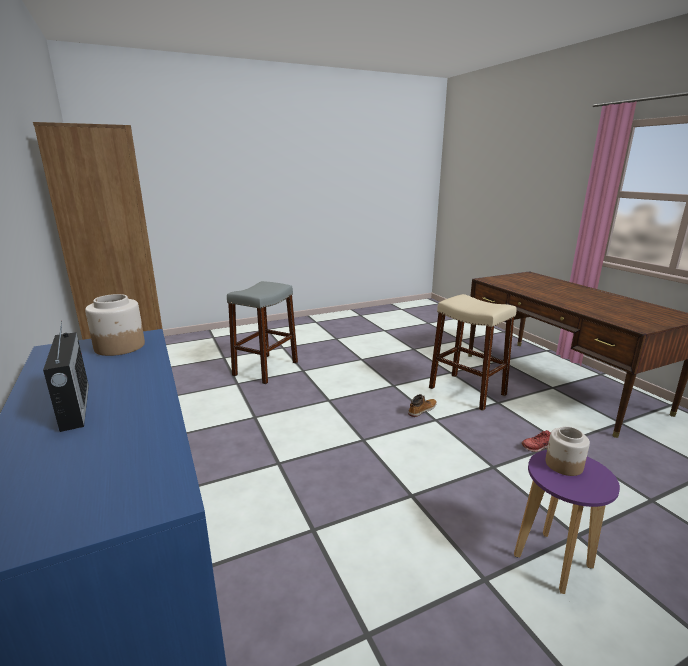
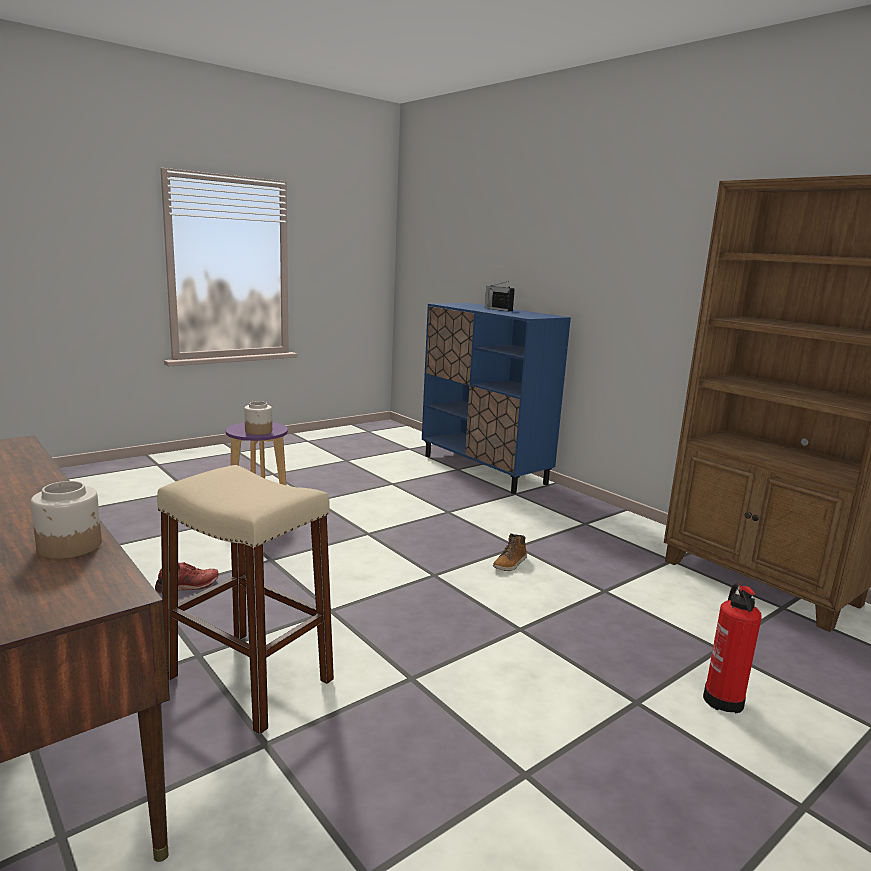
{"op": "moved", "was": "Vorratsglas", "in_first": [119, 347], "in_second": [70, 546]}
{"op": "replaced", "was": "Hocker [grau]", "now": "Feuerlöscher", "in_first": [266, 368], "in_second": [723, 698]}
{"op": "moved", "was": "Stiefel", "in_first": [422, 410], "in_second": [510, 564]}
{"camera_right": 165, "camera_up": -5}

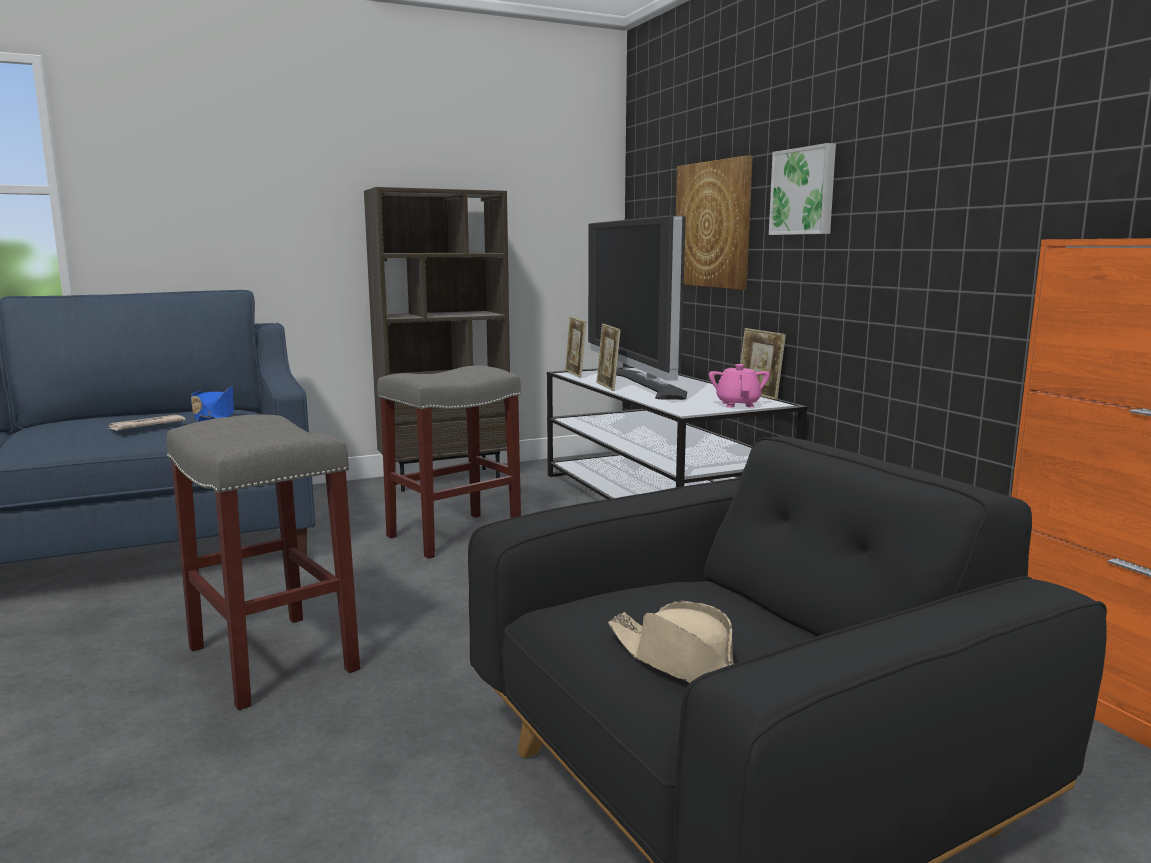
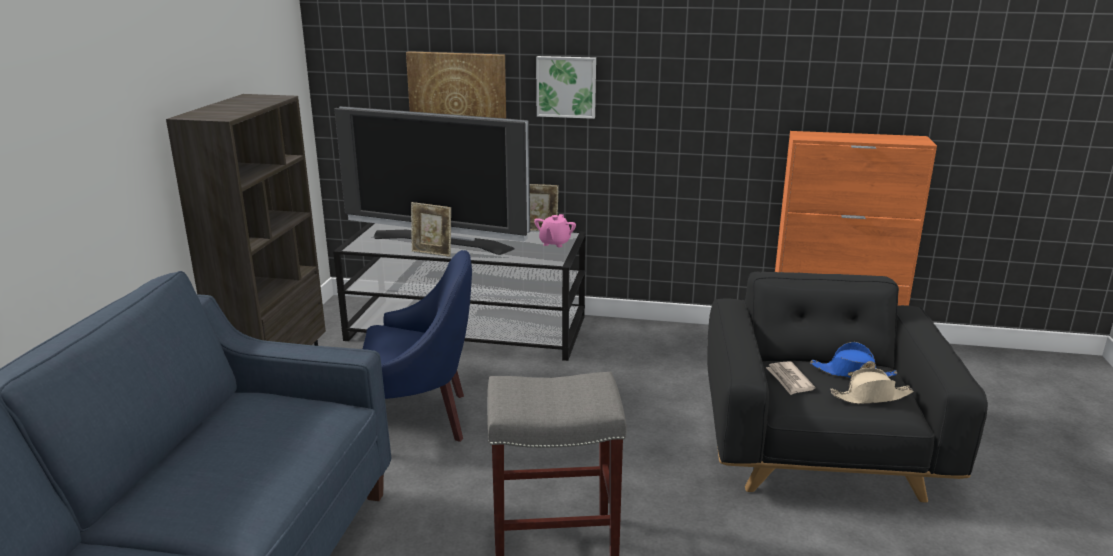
{"op": "moved", "was": "Zeitung", "in_first": [146, 426], "in_second": [789, 380]}
{"op": "moved", "was": "Hut [blau]", "in_first": [214, 417], "in_second": [851, 373]}
{"op": "replaced", "was": "Hocker [grau]", "now": "Sessel [blau]", "in_first": [453, 536], "in_second": [418, 419]}
{"op": "removed", "was": "Bilderrahmen", "in_first": [575, 374]}
{"op": "turned", "was": "Teekanne [rosa]", "in_first": [738, 404], "in_second": [554, 243], "clockwise": -105}
{"camera_right": -55, "camera_up": 10}

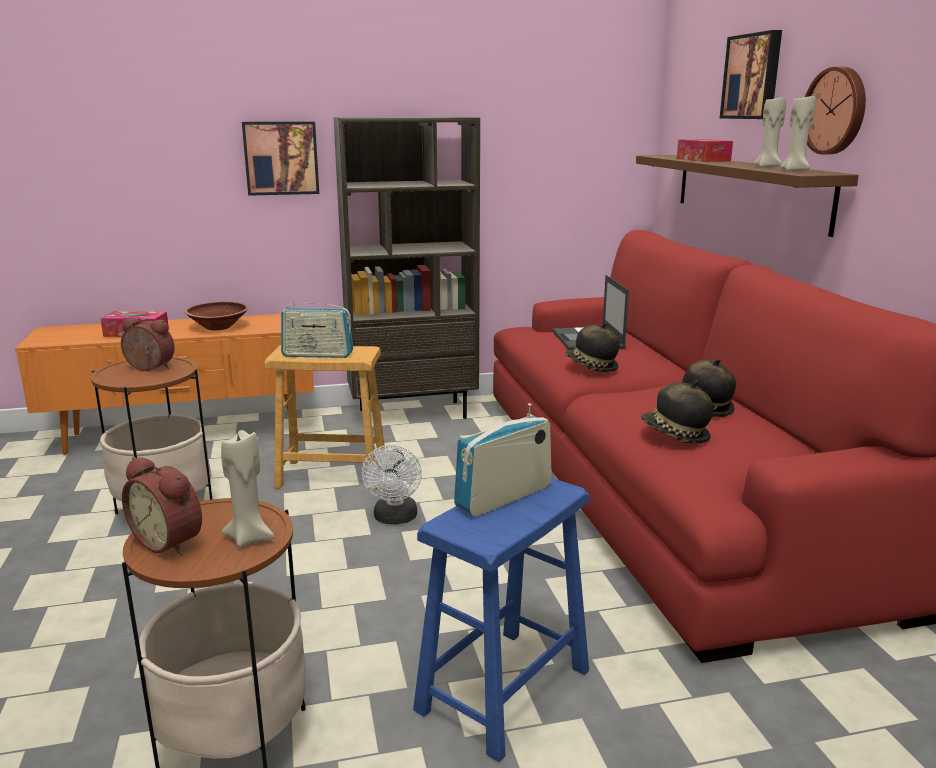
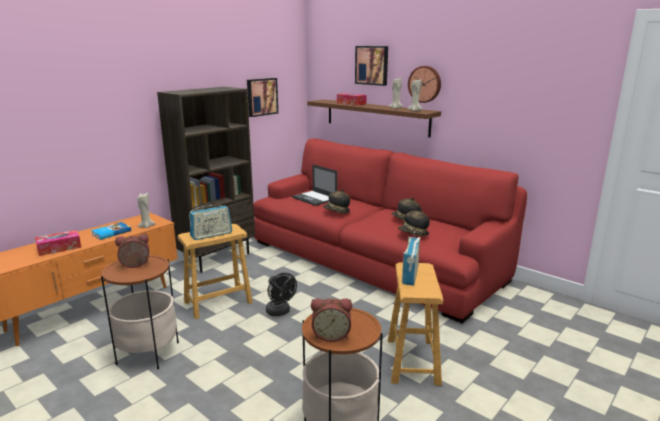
{"op": "replaced", "was": "Schüssel [braun]", "now": "Buch", "in_first": [218, 327], "in_second": [111, 232]}
{"op": "moved", "was": "Kerze [beige]", "in_first": [249, 537], "in_second": [146, 226]}
{"op": "moved", "was": "Bild", "in_first": [281, 158], "in_second": [261, 97]}
{"op": "recoloured", "was": "Ventilator [weiß]", "now": "Ventilator [schwarz]", "in_first": [395, 519], "in_second": [280, 312]}
{"op": "recoloured", "was": "Hocker [blau]", "now": "Hocker [braun]", "in_first": [504, 690], "in_second": [413, 361]}
{"camera_right": -35, "camera_up": 0}

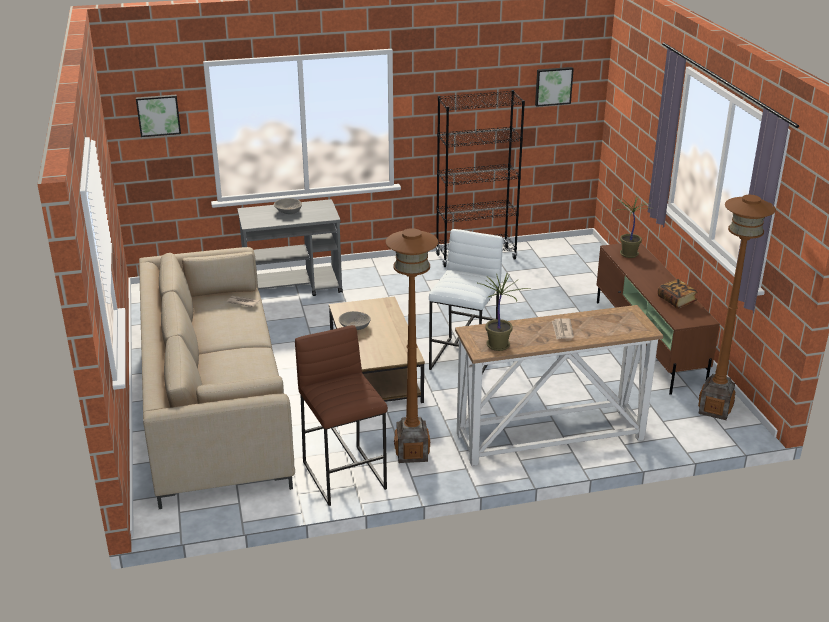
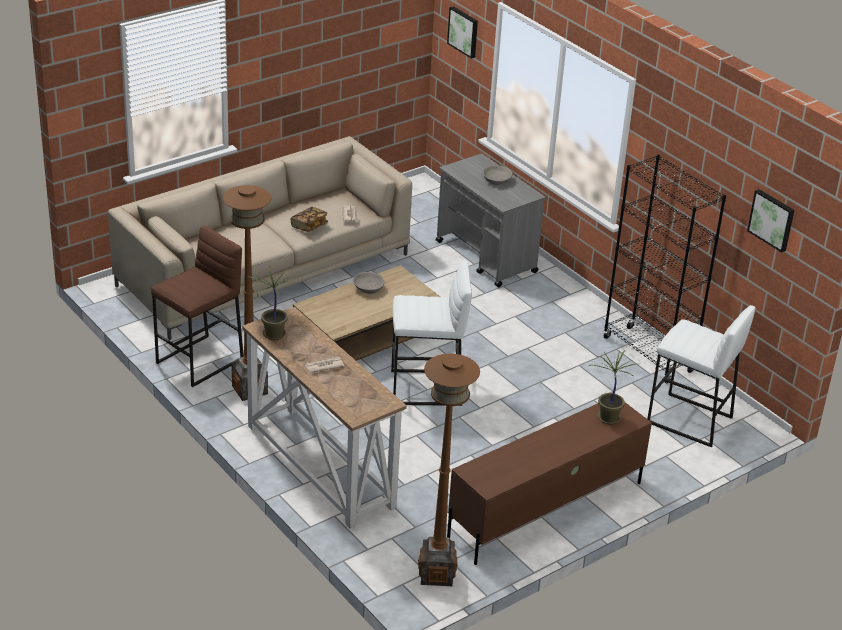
{"op": "moved", "was": "Buch", "in_first": [676, 301], "in_second": [309, 226]}
{"op": "added", "now": "Hocker [weiß]", "in_second": [689, 420]}
{"camera_right": 65, "camera_up": 5}

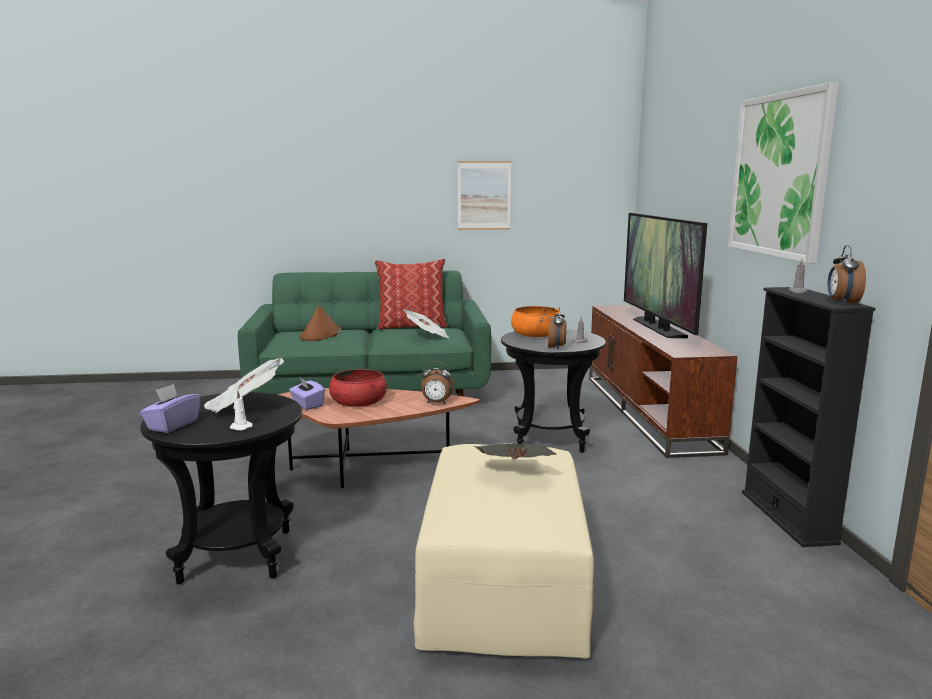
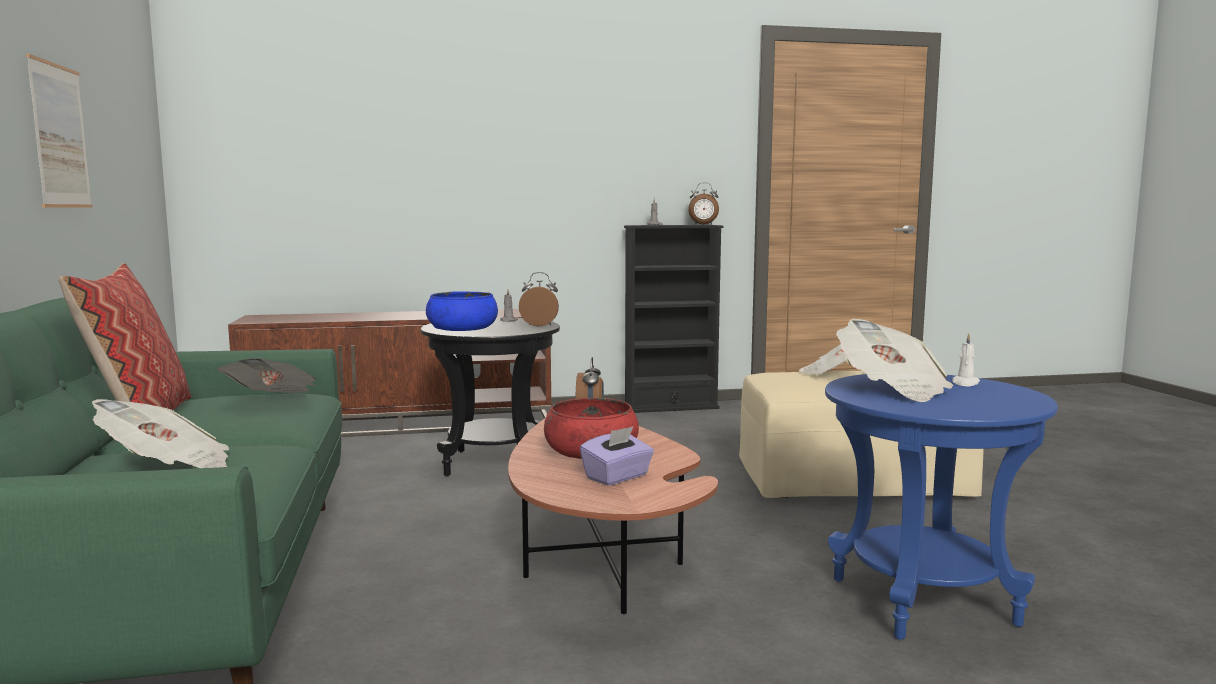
{"op": "removed", "was": "Taschentuchbox [lila]", "in_first": [172, 425]}
{"op": "recoloured", "was": "Beistelltisch [schwarz]", "now": "Beistelltisch [blau]", "in_first": [236, 556], "in_second": [923, 602]}
{"op": "replaced", "was": "Hut [braun]", "now": "Zeitung", "in_first": [320, 335], "in_second": [169, 468]}
{"op": "recoloured", "was": "Schüssel [orange]", "now": "Schüssel [blau]", "in_first": [536, 334], "in_second": [462, 328]}
{"op": "removed", "was": "Fernseher", "in_first": [658, 328]}
{"op": "removed", "was": "Bild", "in_first": [779, 175]}
{"camera_right": -95, "camera_up": -5}

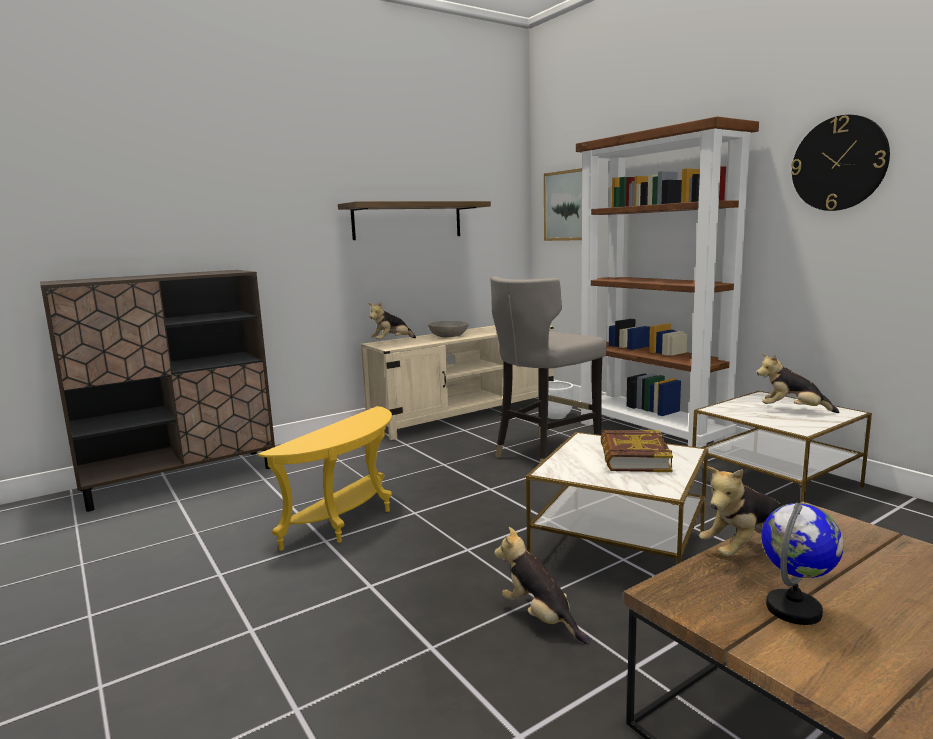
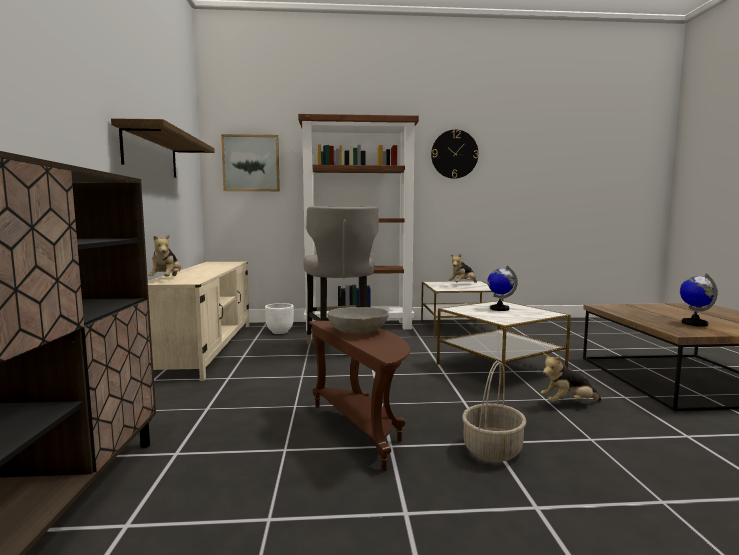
{"op": "recoloured", "was": "Beistelltisch [gelb]", "now": "Beistelltisch [braun]", "in_first": [348, 521], "in_second": [362, 429]}
{"op": "moved", "was": "Schüssel [grau]", "in_first": [449, 336], "in_second": [358, 331]}
{"op": "replaced", "was": "Buch", "now": "Globus", "in_first": [633, 457], "in_second": [499, 309]}
{"op": "removed", "was": "Plüschtier", "in_first": [749, 552]}
{"op": "added", "now": "Korb", "in_second": [492, 449]}
{"camera_right": -60, "camera_up": -5}

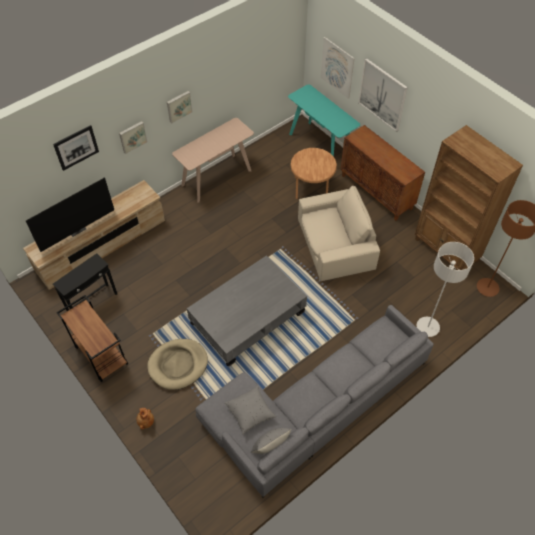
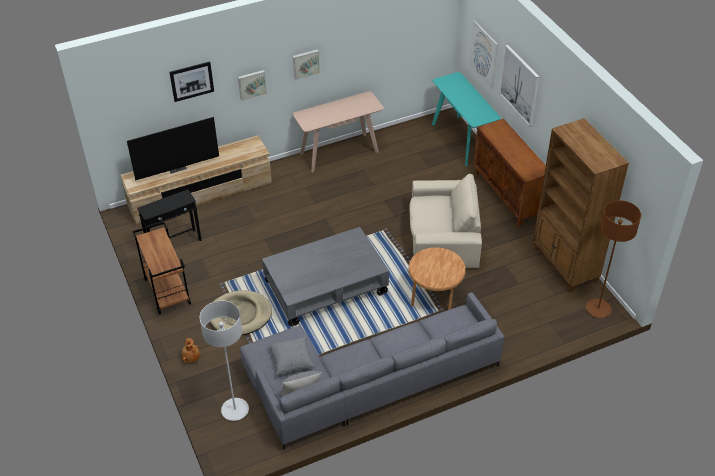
{"op": "moved", "was": "Beistelltisch [braun]", "in_first": [311, 188], "in_second": [435, 297]}
{"op": "moved", "was": "Stehlampe [grau]", "in_first": [427, 327], "in_second": [235, 410]}
{"camera_right": 15, "camera_up": -10}

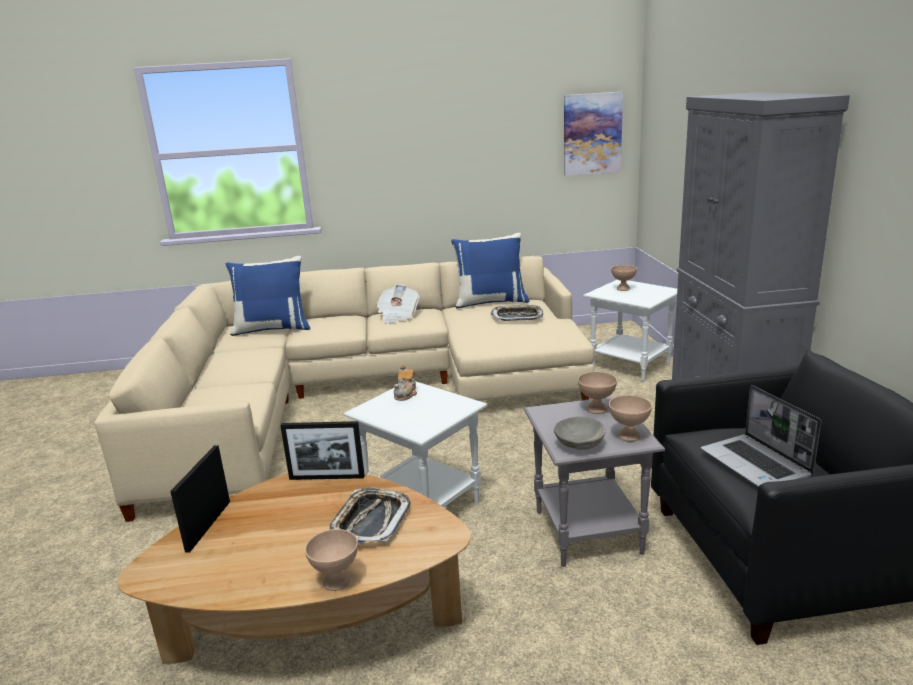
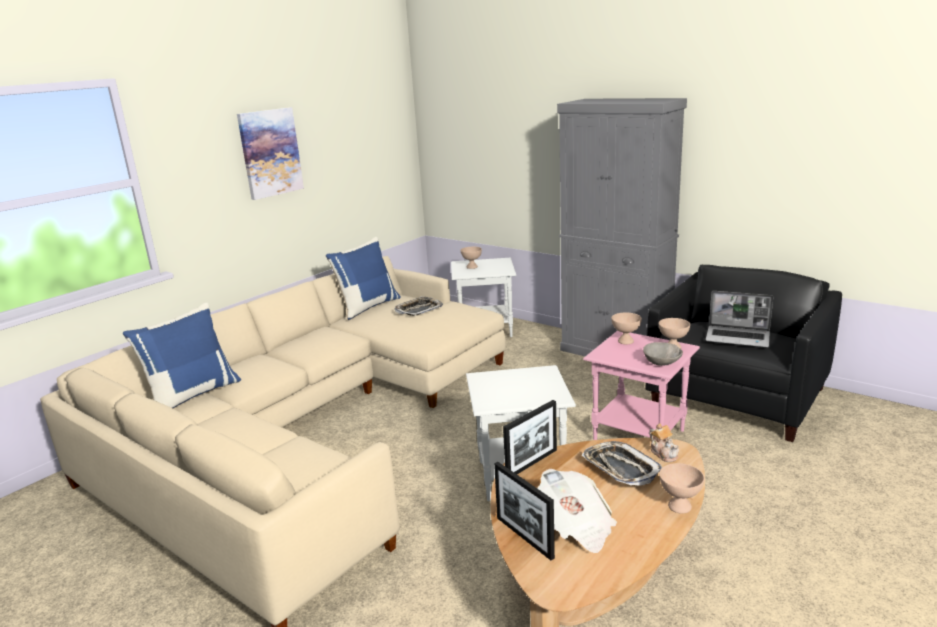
{"op": "moved", "was": "Zeitung", "in_first": [398, 316], "in_second": [575, 527]}
{"op": "moved", "was": "Teekanne", "in_first": [406, 394], "in_second": [664, 453]}
{"op": "recoloured", "was": "Beistelltisch [grau]", "now": "Beistelltisch [rosa]", "in_first": [588, 533], "in_second": [640, 436]}
{"op": "moved", "was": "Bild", "in_first": [592, 134], "in_second": [270, 153]}
{"camera_right": -45, "camera_up": 0}

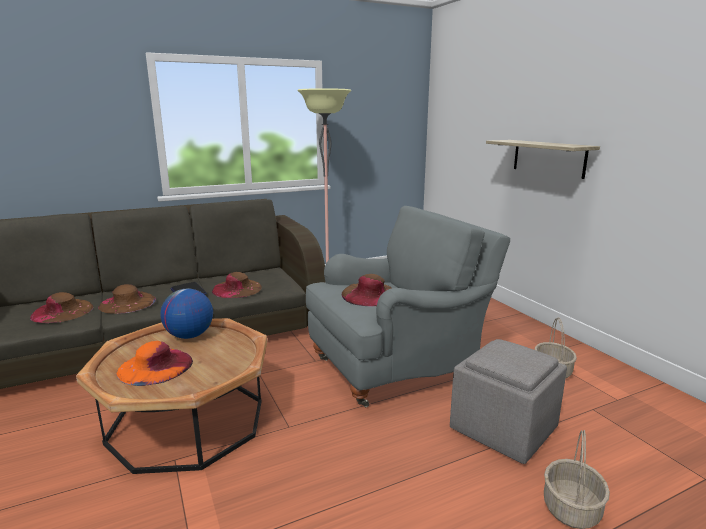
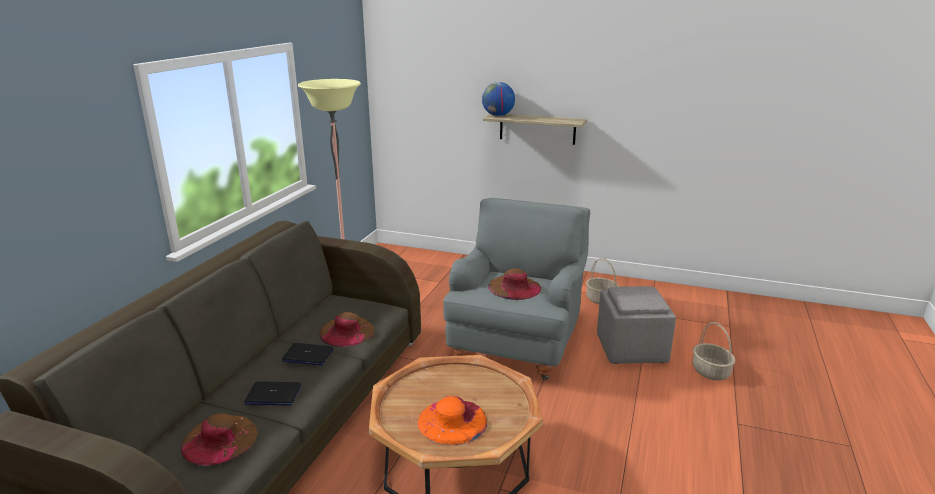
{"op": "replaced", "was": "Hut [braun]", "now": "Laptop", "in_first": [127, 303], "in_second": [273, 395]}
{"op": "moved", "was": "Globus", "in_first": [189, 336], "in_second": [498, 115]}
{"camera_right": -45, "camera_up": 5}

